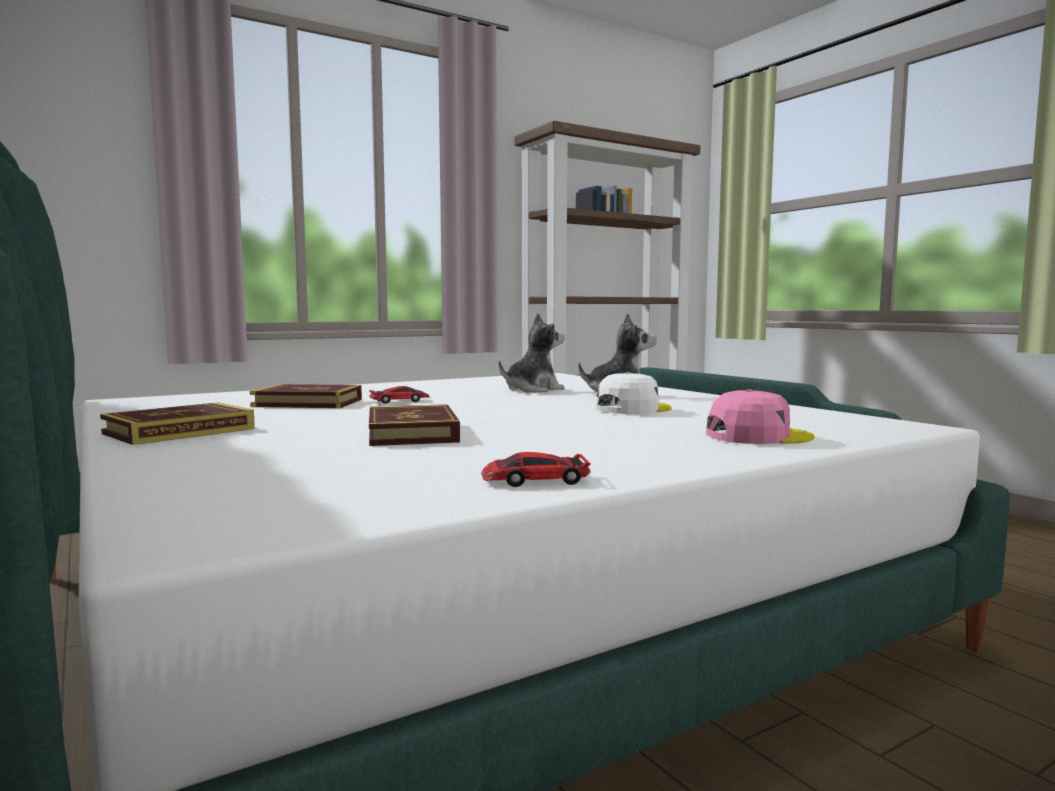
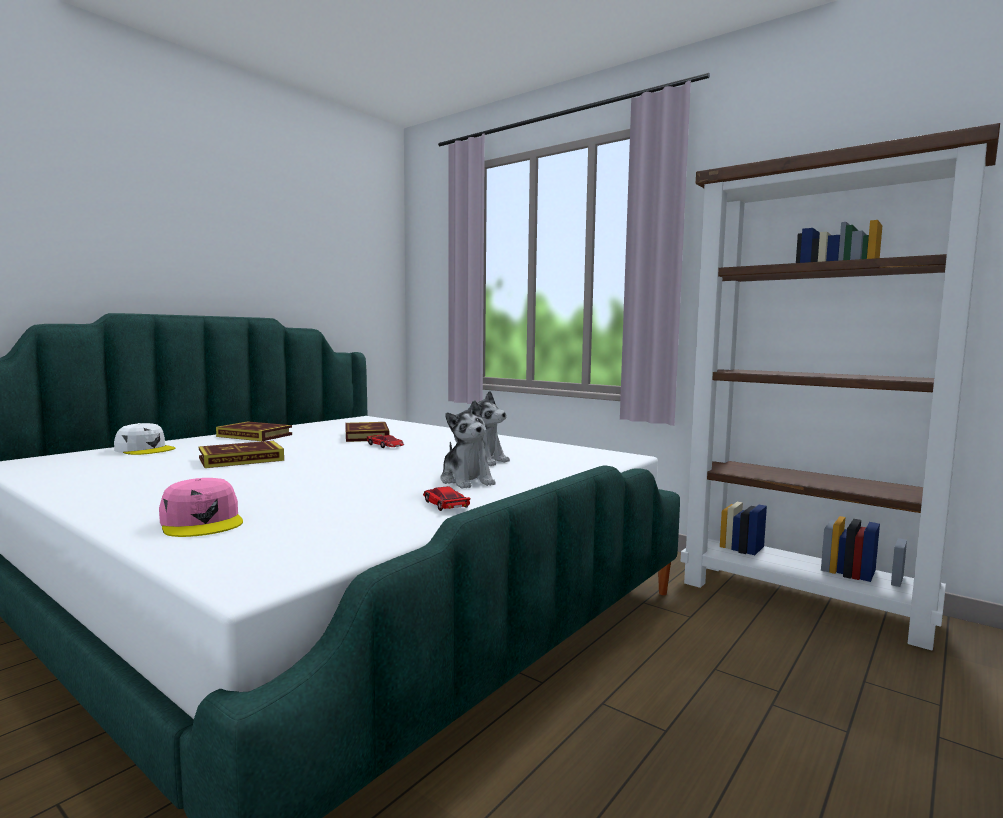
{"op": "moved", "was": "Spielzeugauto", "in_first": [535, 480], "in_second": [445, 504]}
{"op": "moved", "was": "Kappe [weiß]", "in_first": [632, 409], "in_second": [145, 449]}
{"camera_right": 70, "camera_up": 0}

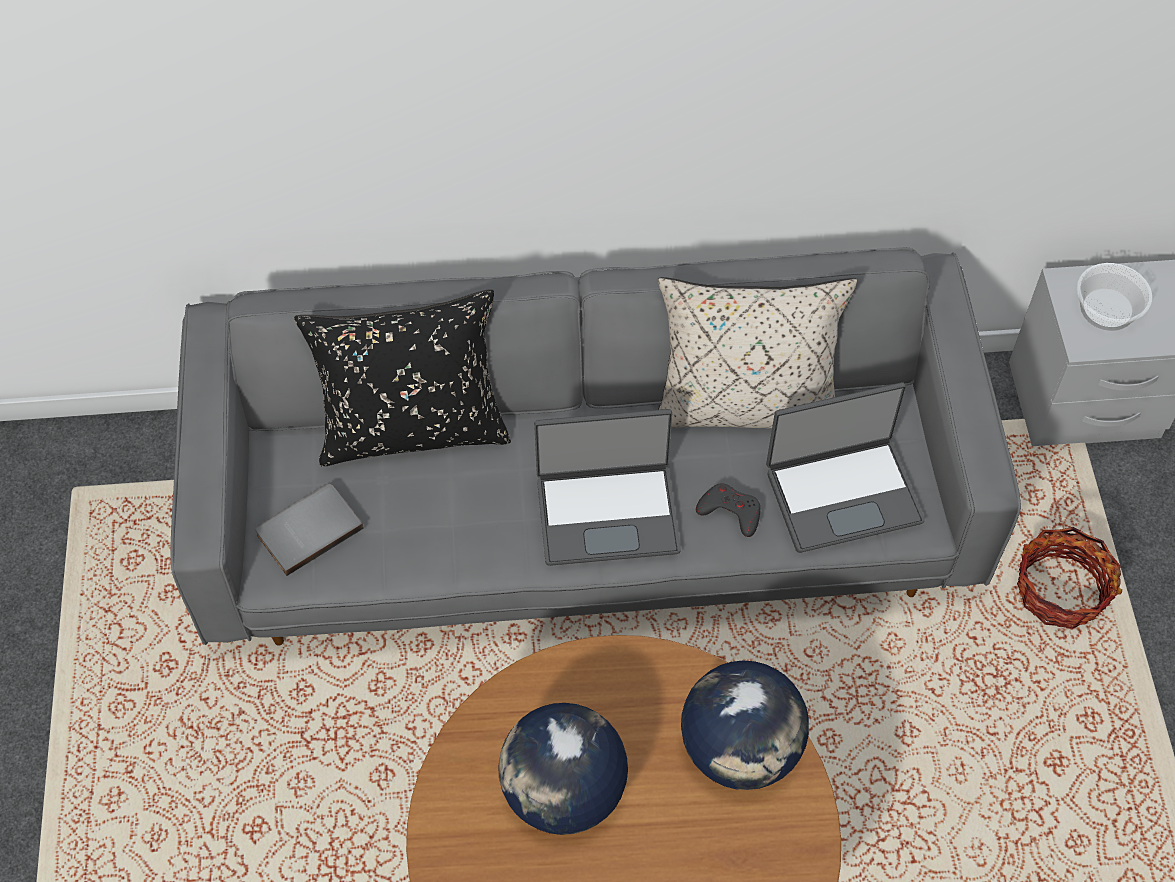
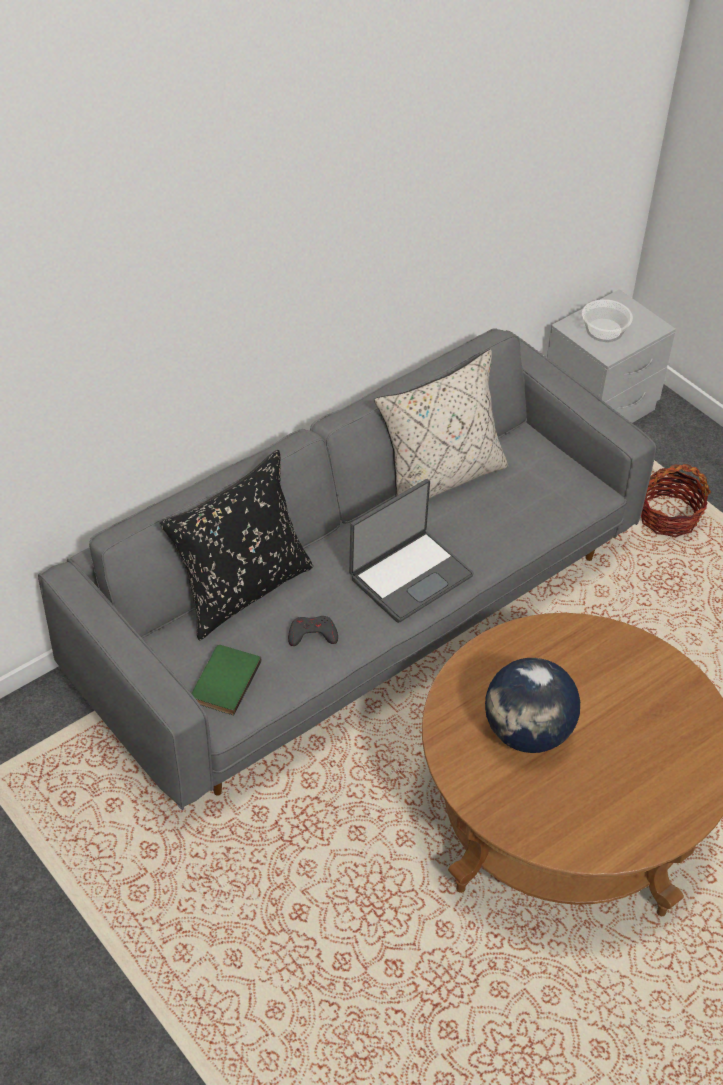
{"op": "recoloured", "was": "Buch [grau]", "now": "Buch [grün]", "in_first": [307, 529], "in_second": [223, 681]}
{"op": "removed", "was": "Globus", "in_first": [740, 749]}
{"op": "moved", "was": "Gamepad [grau]", "in_first": [730, 511], "in_second": [312, 634]}
{"op": "removed", "was": "Laptop", "in_first": [842, 493]}
{"camera_right": -35, "camera_up": -10}

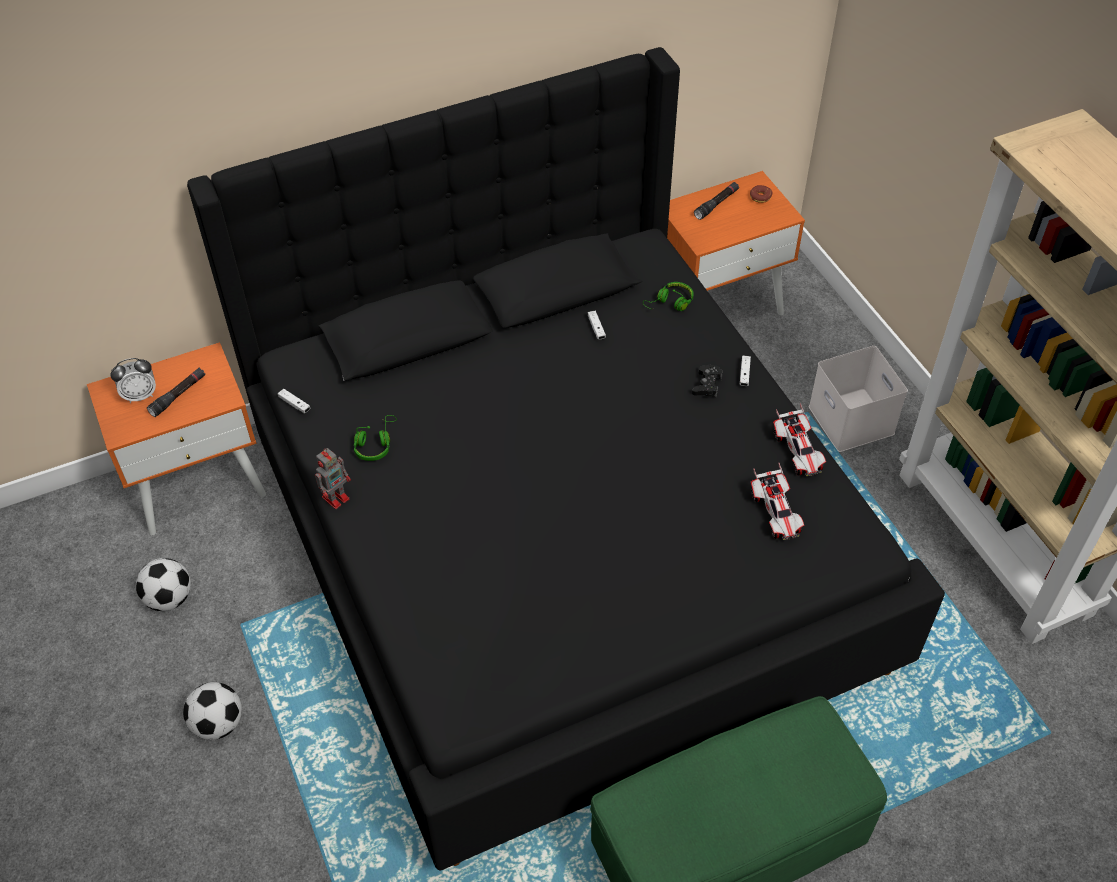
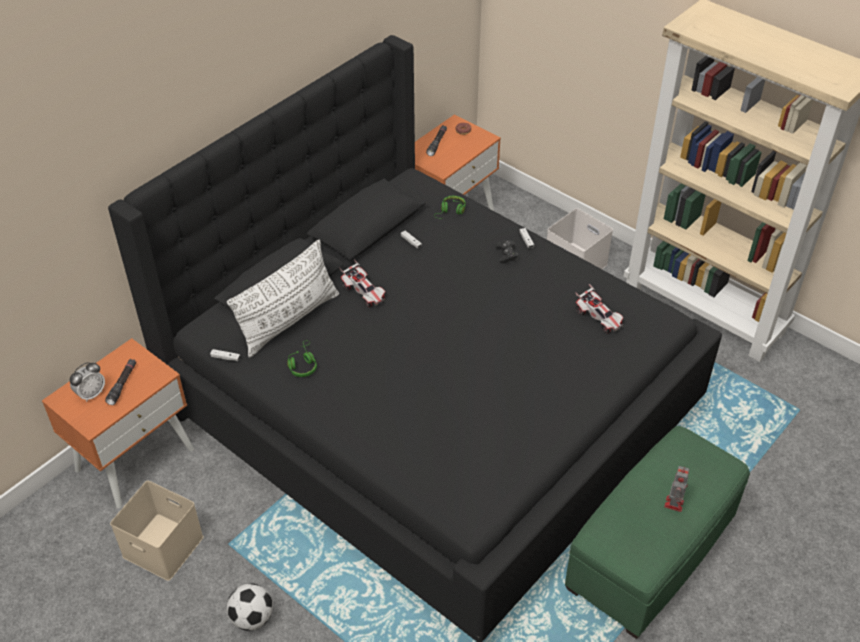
{"op": "replaced", "was": "Fußball", "now": "Aufbewahrungsbox [beige]", "in_first": [169, 598], "in_second": [161, 547]}
{"op": "moved", "was": "Spielzeugroboter", "in_first": [336, 497], "in_second": [674, 503]}
{"op": "moved", "was": "Spielzeugauto", "in_first": [798, 452], "in_second": [364, 293]}
{"op": "added", "now": "Kissen [weiß]", "in_second": [289, 321]}
{"camera_right": -25, "camera_up": -5}

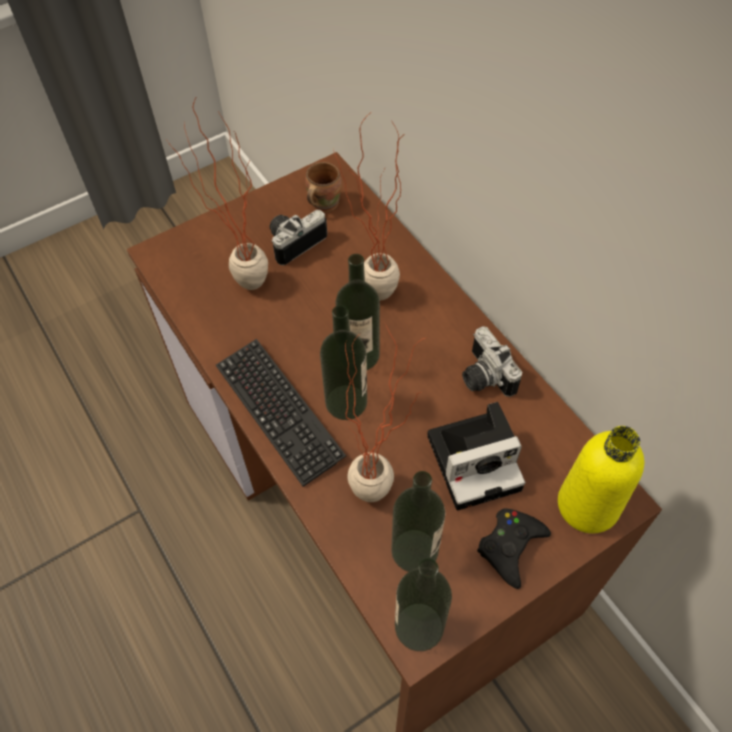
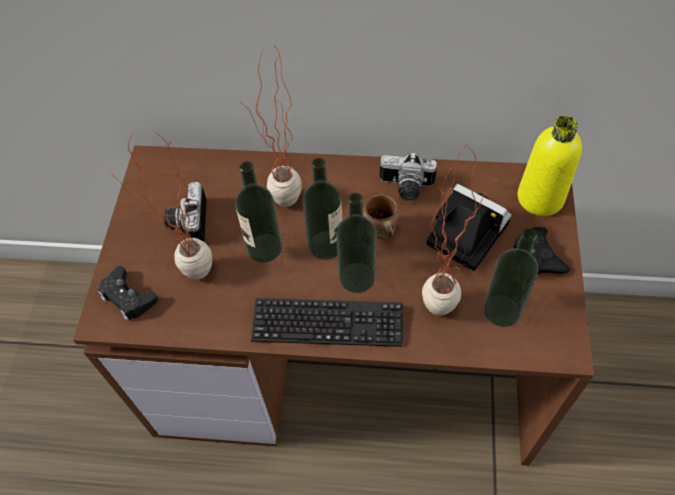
{"op": "moved", "was": "Henkelbecher [braun]", "in_first": [322, 203], "in_second": [380, 232]}
{"op": "moved", "was": "Flasche", "in_first": [419, 626], "in_second": [264, 248]}
{"op": "turned", "was": "Kamera", "in_first": [477, 460], "in_second": [464, 232], "clockwise": -75}
{"op": "added", "now": "Gamepad [schwarz]", "in_second": [128, 297]}
{"camera_right": -50, "camera_up": 0}

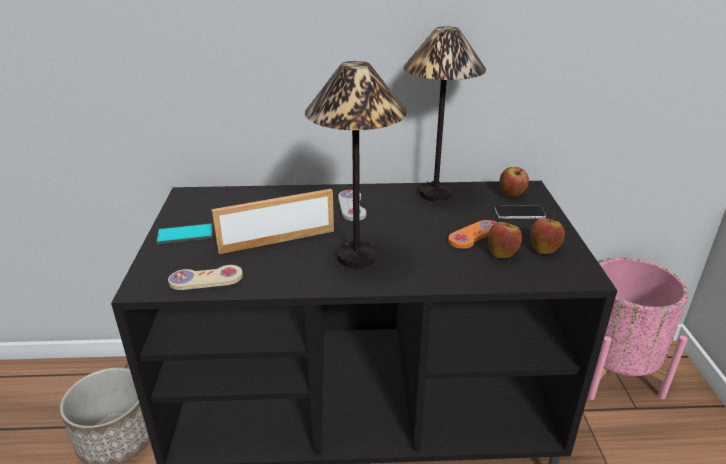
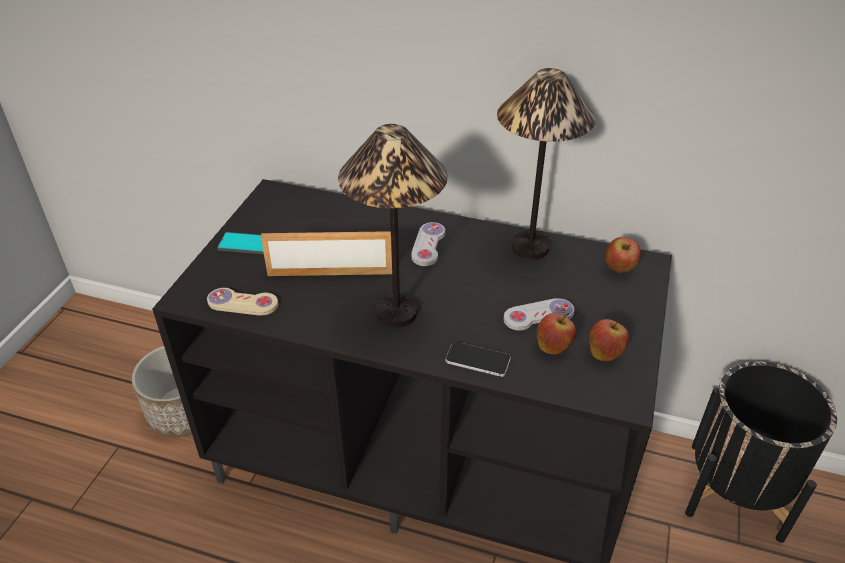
{"op": "recoloured", "was": "Gamepad [orange]", "now": "Gamepad [weiß]", "in_first": [474, 236], "in_second": [538, 316]}
{"op": "moved", "was": "Handy", "in_first": [519, 213], "in_second": [478, 360]}
{"op": "recoloured", "was": "Pflanzkübel [rosa]", "now": "Pflanzkübel [schwarz]", "in_first": [612, 371], "in_second": [735, 490]}
{"camera_right": 20, "camera_up": 10}

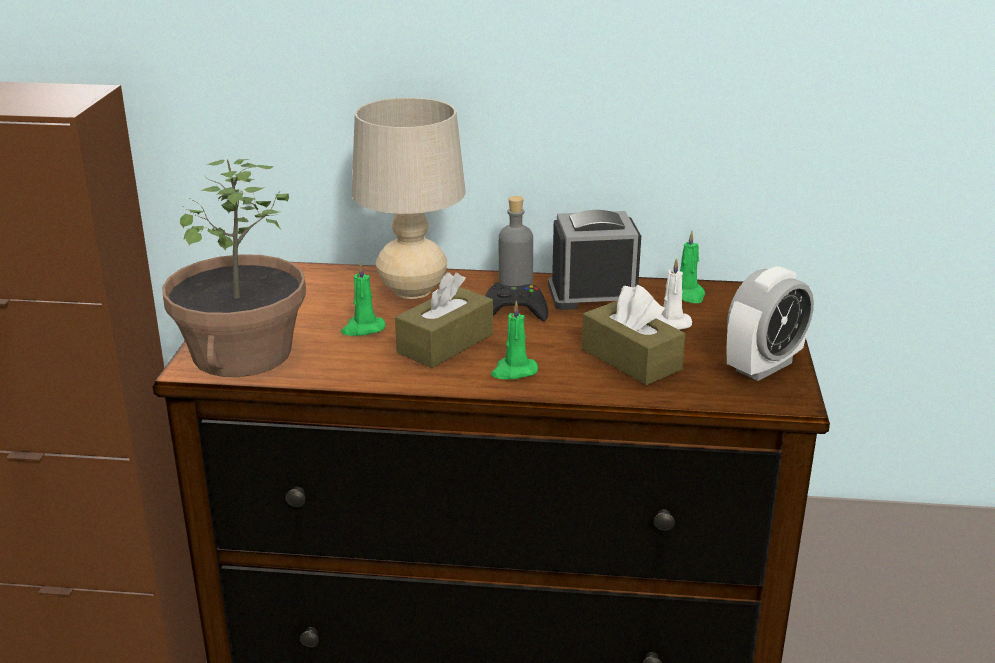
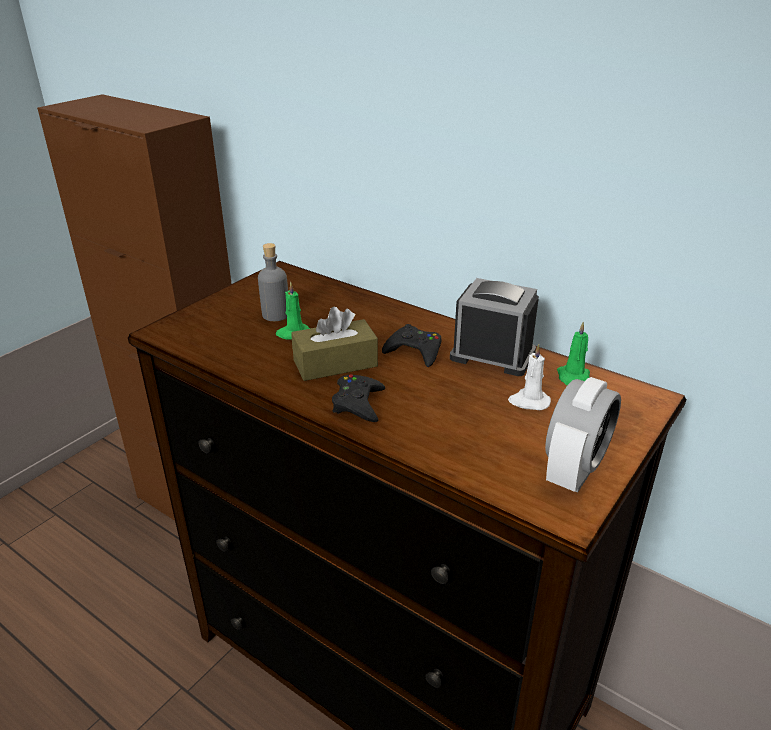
{"op": "removed", "was": "Topfpflanze", "in_first": [241, 353]}
{"op": "removed", "was": "Tischlampe [beige]", "in_first": [412, 291]}
{"op": "replaced", "was": "Kerze [grün]", "now": "Gamepad [schwarz]", "in_first": [513, 371], "in_second": [358, 403]}
{"op": "moved", "was": "Flasche [grau]", "in_first": [515, 283], "in_second": [276, 314]}
{"op": "removed", "was": "Taschentuchbox [braun]", "in_first": [631, 359]}
{"op": "turned", "was": "Wecker", "in_first": [763, 366], "in_second": [574, 471], "clockwise": -45}
{"camera_right": 30, "camera_up": 5}

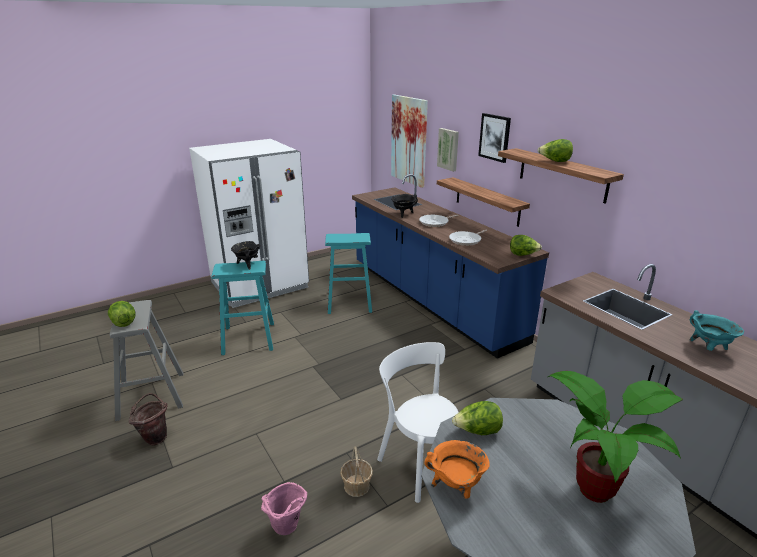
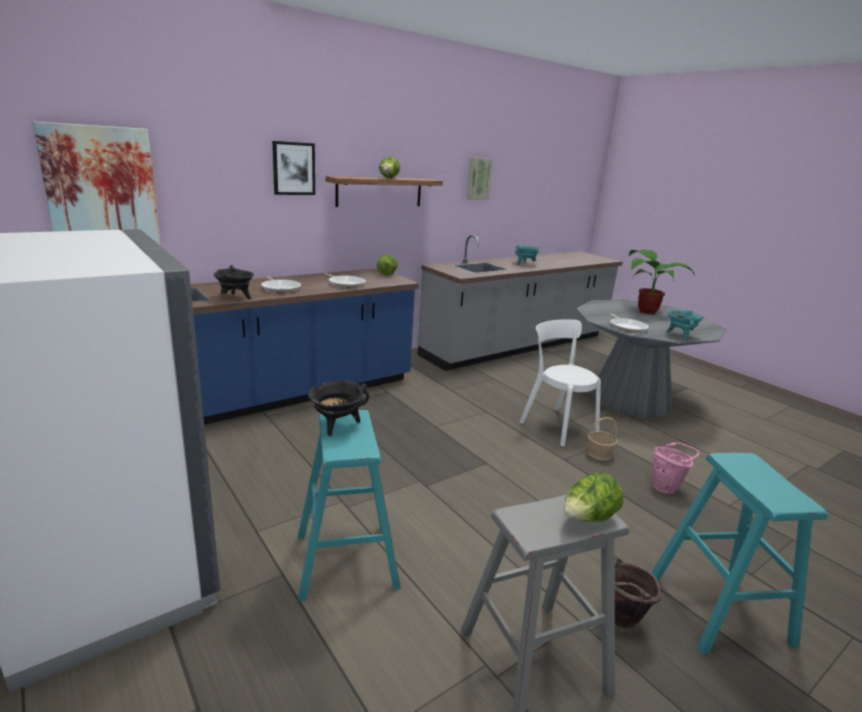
{"op": "moved", "was": "Hocker [türkis]", "in_first": [349, 302], "in_second": [718, 609]}
{"op": "turned", "was": "Stuhl [weiß]", "in_first": [420, 462], "in_second": [556, 425], "clockwise": 90}
{"op": "recoloured", "was": "Kochtopf [orange]", "now": "Kochtopf [türkis]", "in_first": [456, 487], "in_second": [680, 336]}
{"op": "moved", "was": "Bild", "in_first": [448, 149], "in_second": [478, 178]}
{"op": "removed", "was": "Wandregal", "in_first": [487, 201]}
{"op": "replaced", "was": "Salatkopf", "now": "Pfanne", "in_first": [477, 431], "in_second": [627, 327]}
{"camera_right": -95, "camera_up": -5}

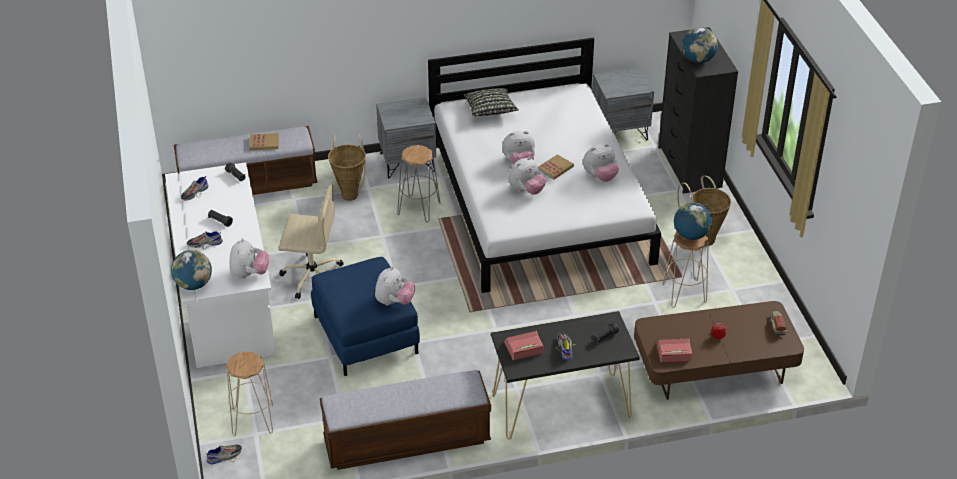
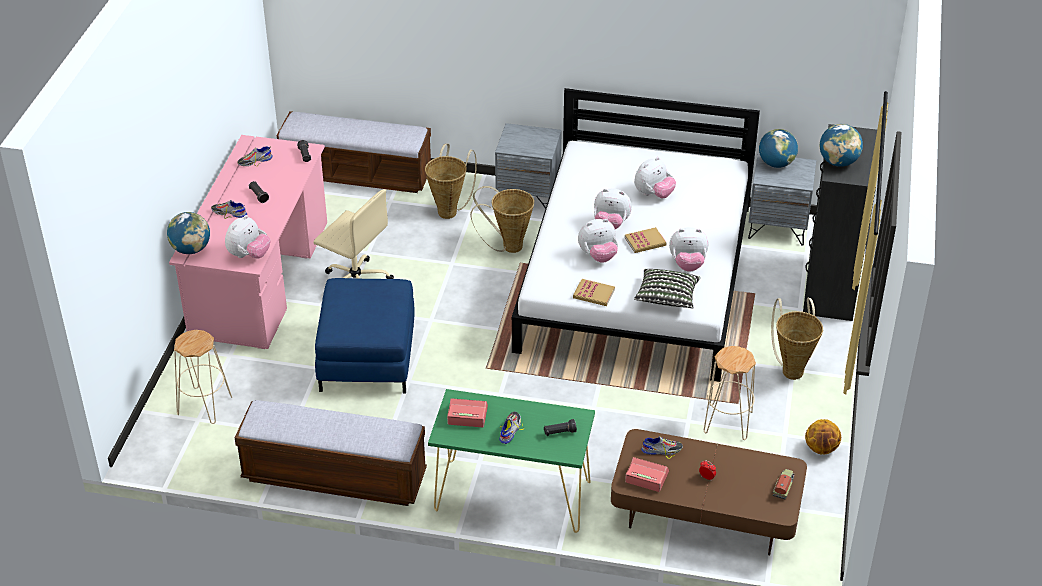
{"op": "recoloured", "was": "Schreibtisch [weiß]", "now": "Schreibtisch [rosa]", "in_first": [225, 298], "in_second": [259, 279]}
{"op": "moved", "was": "Schuh", "in_first": [225, 456], "in_second": [662, 450]}
{"op": "moved", "was": "Buch", "in_first": [264, 143], "in_second": [593, 294]}
{"op": "moved", "was": "Plüschtier", "in_first": [394, 302], "in_second": [653, 194]}
{"op": "replaced", "was": "Hocker [grau]", "now": "Korb", "in_first": [419, 208], "in_second": [507, 246]}
{"op": "moved", "was": "Kissen", "in_first": [490, 111], "in_second": [666, 298]}
{"op": "recoloured", "was": "Konsolentisch [schwarz]", "now": "Konsolentisch [grün]", "in_first": [560, 406], "in_second": [511, 496]}
{"op": "moved", "was": "Globus", "in_first": [691, 235], "in_second": [776, 164]}
{"op": "added", "now": "Basketball", "in_second": [821, 449]}
{"camera_right": 25, "camera_up": 0}

